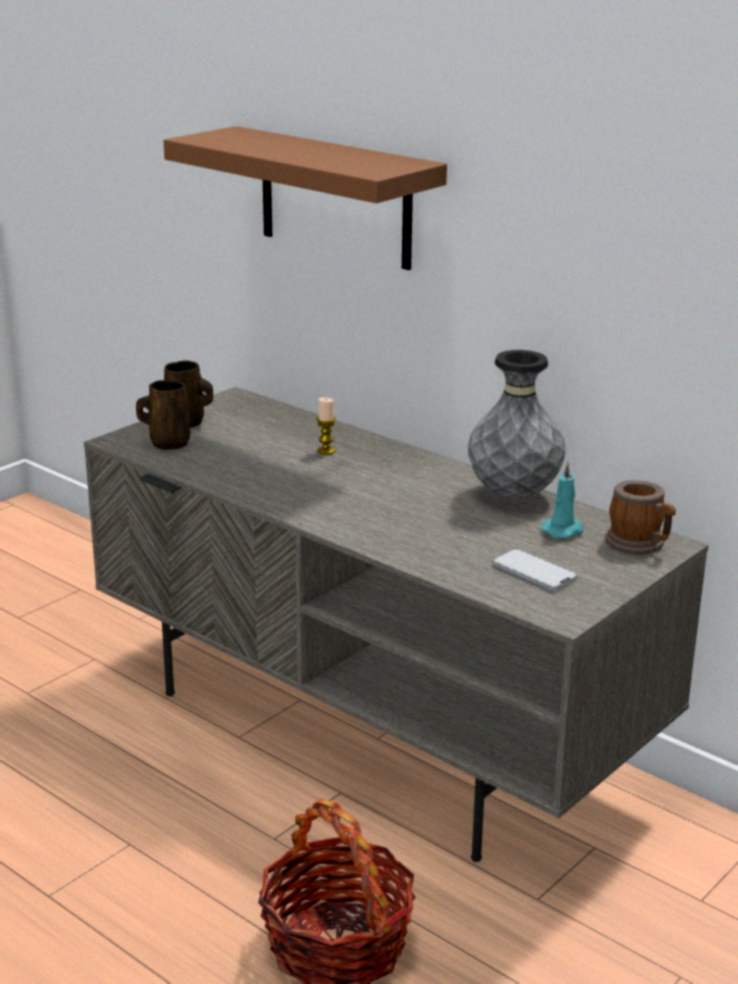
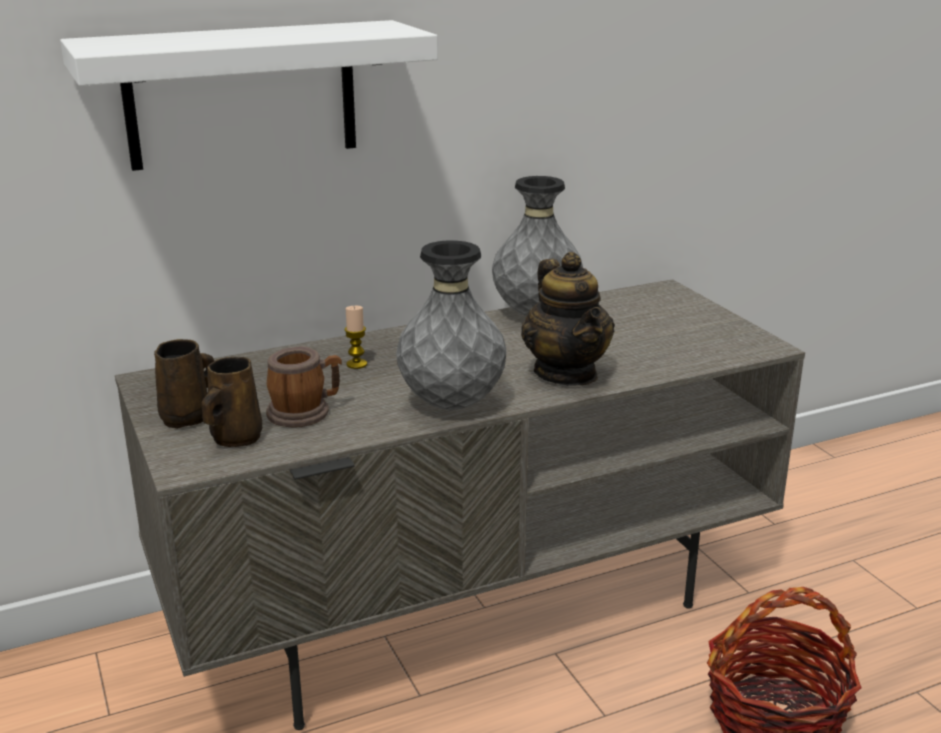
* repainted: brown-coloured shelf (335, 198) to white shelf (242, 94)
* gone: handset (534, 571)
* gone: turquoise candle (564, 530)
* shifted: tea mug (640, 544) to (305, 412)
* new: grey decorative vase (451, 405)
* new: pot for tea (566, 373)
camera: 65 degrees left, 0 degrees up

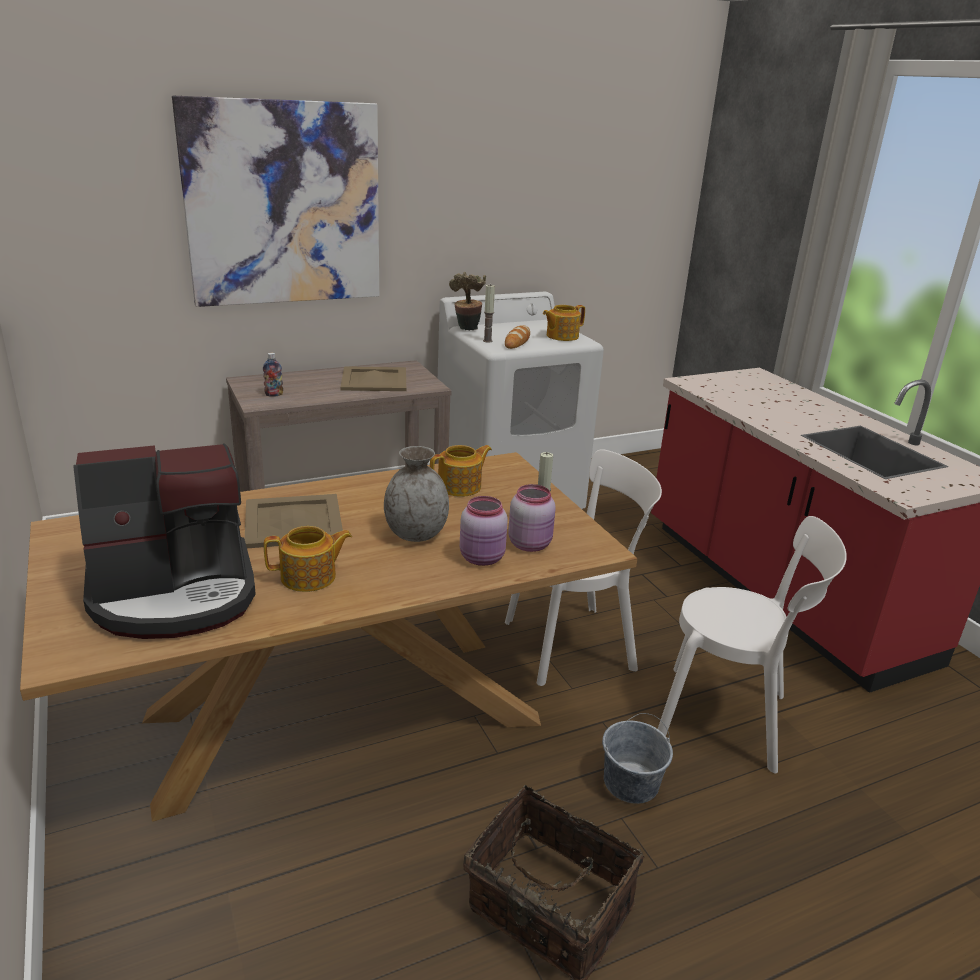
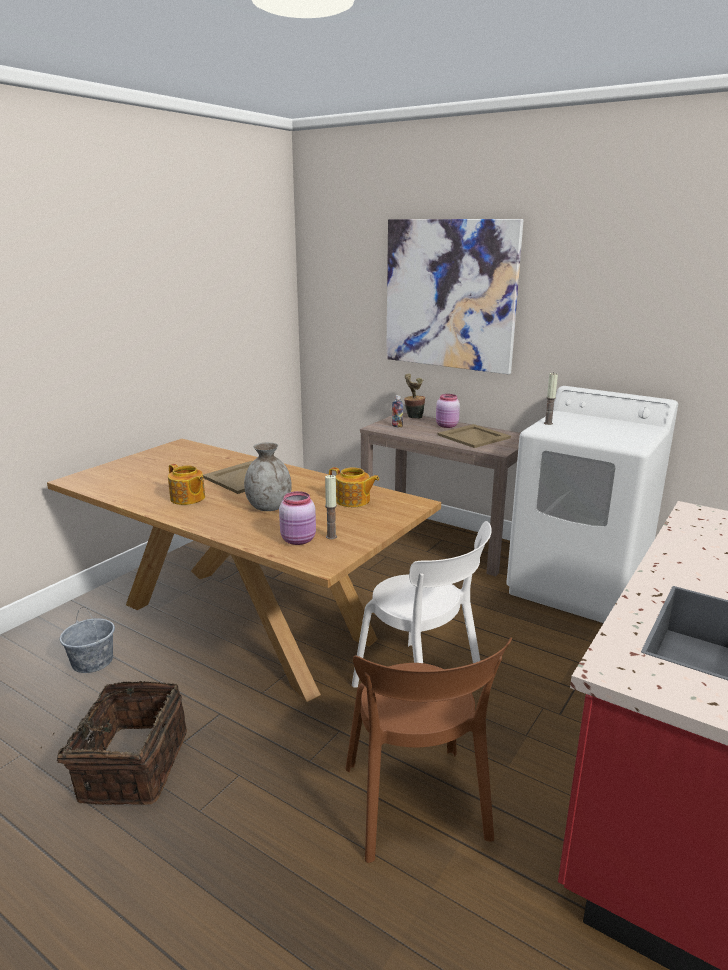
* gone: coffee maker (175, 594)
* shifted: houseplant (467, 330) to (413, 417)
* shifted: pink-coloured storage jar (483, 558) to (447, 426)
* gone: baked bread (517, 341)
* gone: pot for tea (561, 336)
* shifted: grey water bucket (630, 783) to (92, 661)
* repainted: white chair (730, 718) to brown-coloured chair (417, 808)
camera: 60 degrees right, 5 degrees down

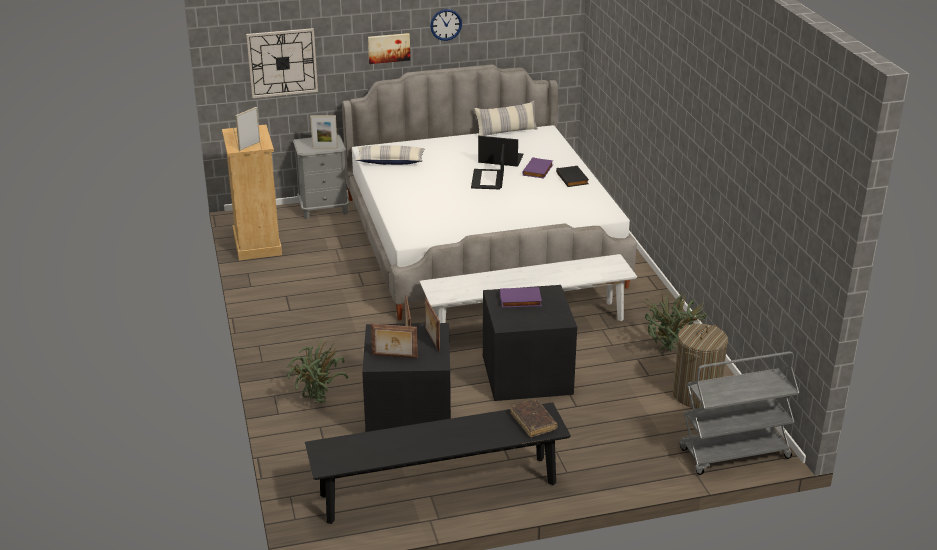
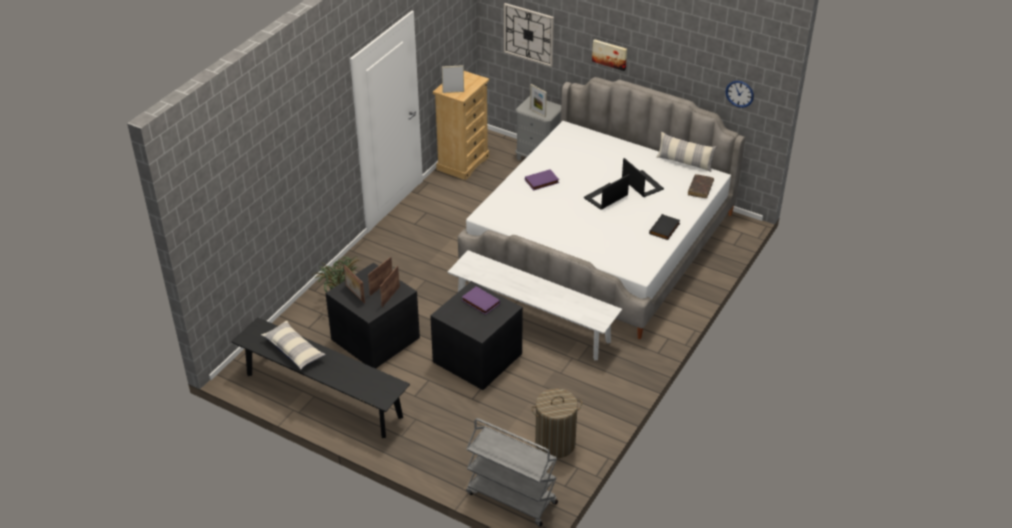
* shifted: pillow (390, 161) to (294, 350)
* shifted: hanging clock (446, 24) to (739, 93)
* shifted: brown-coloured volume (533, 422) to (700, 189)
* shifted: purple-coloured volume (538, 170) to (542, 182)
* gone: houseplant (670, 352)
camera: 45 degrees right, 10 degrees up

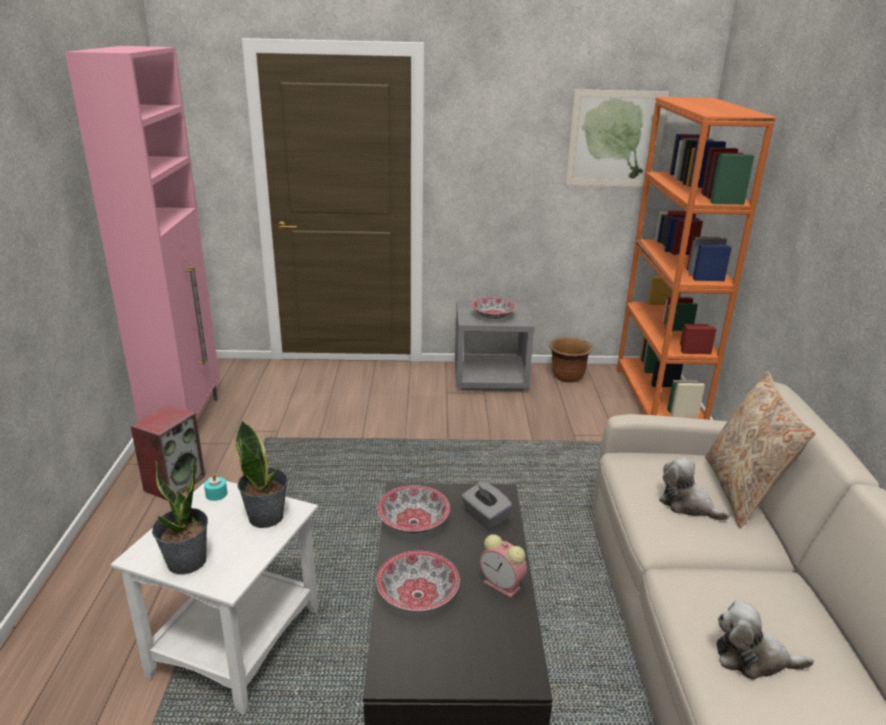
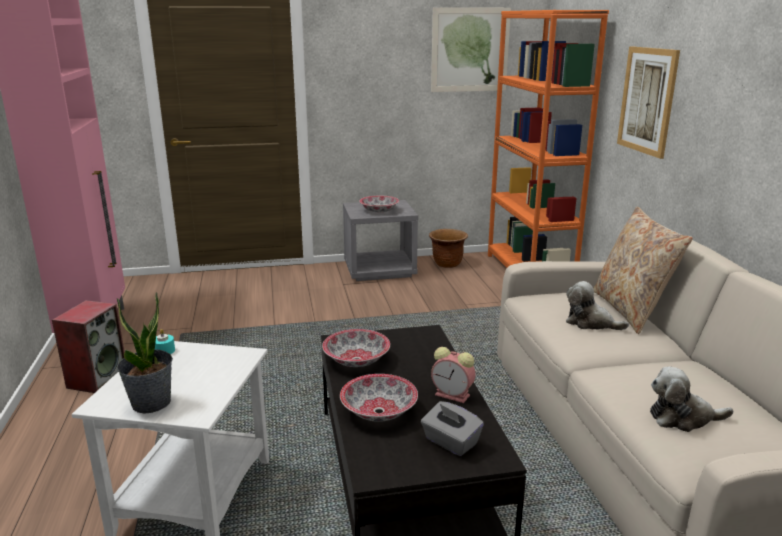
* gone: houseplant (266, 516)
* shifted: grey tissue holder (485, 516) to (450, 442)
* new: wall picture (647, 100)
camera: 10 degrees left, 5 degrees down

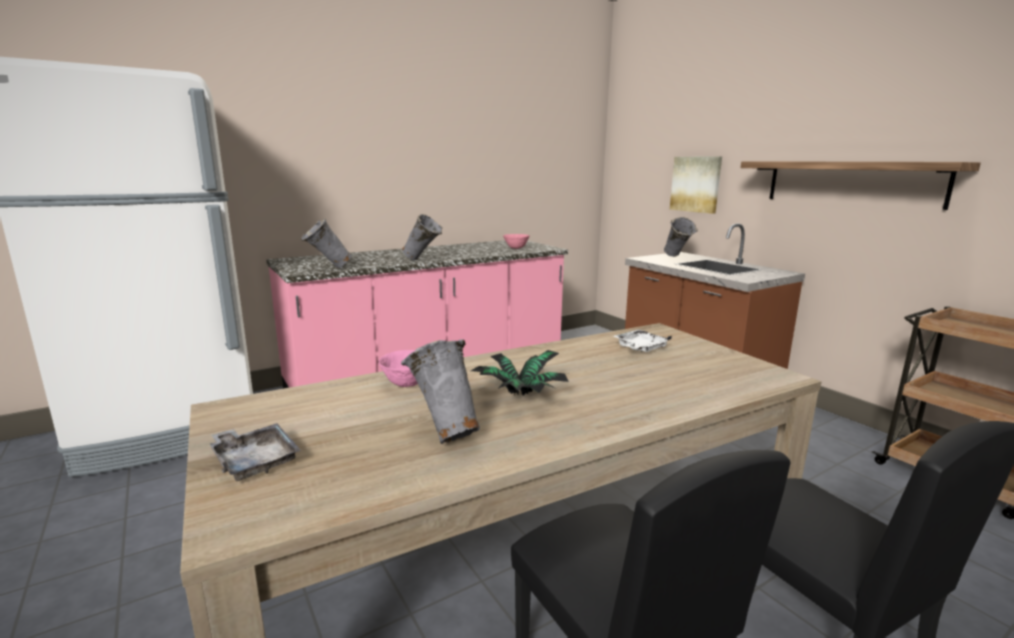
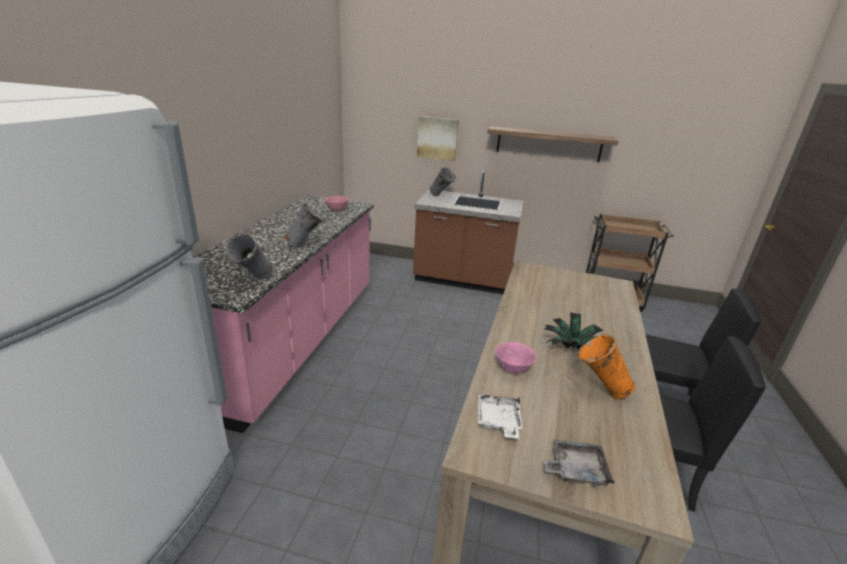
* repainted: grey decorative vase (444, 433) to orange-coloured decorative vase (598, 392)
* shifted: white serving tray (640, 348) to (498, 421)
camera: 45 degrees left, 10 degrees up

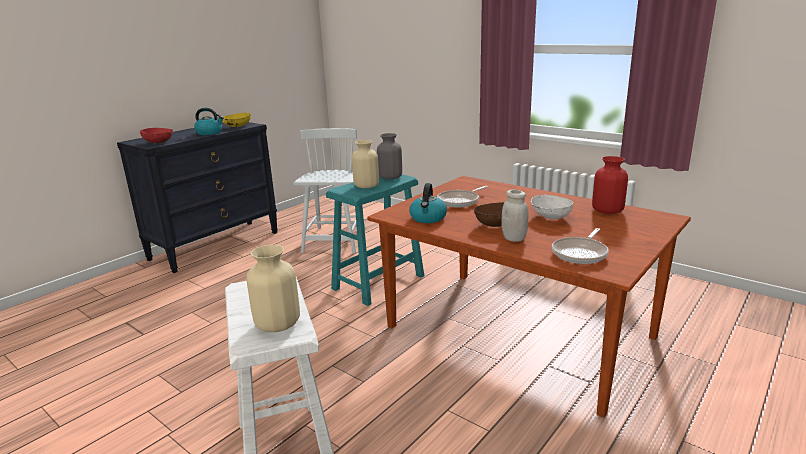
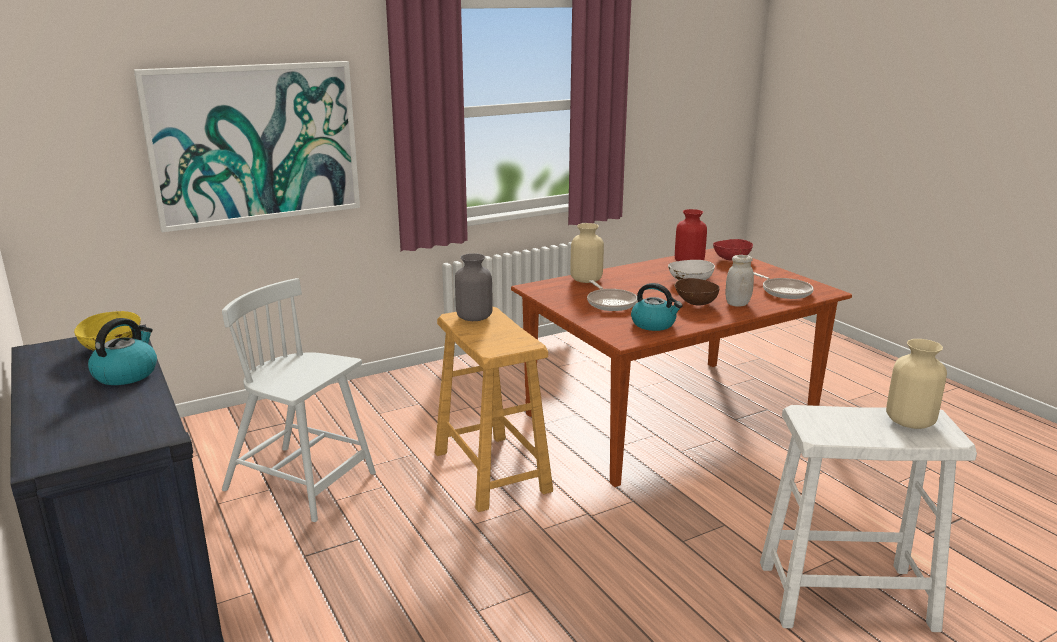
* shifted: red deep dish (159, 142) to (731, 259)
* repainted: turquoise stool (379, 282) to beige-coloured stool (491, 471)
* shifted: beige-coloured decorative vase (366, 186) to (586, 280)
* new: wall picture (255, 143)
camera: 70 degrees left, 0 degrees up

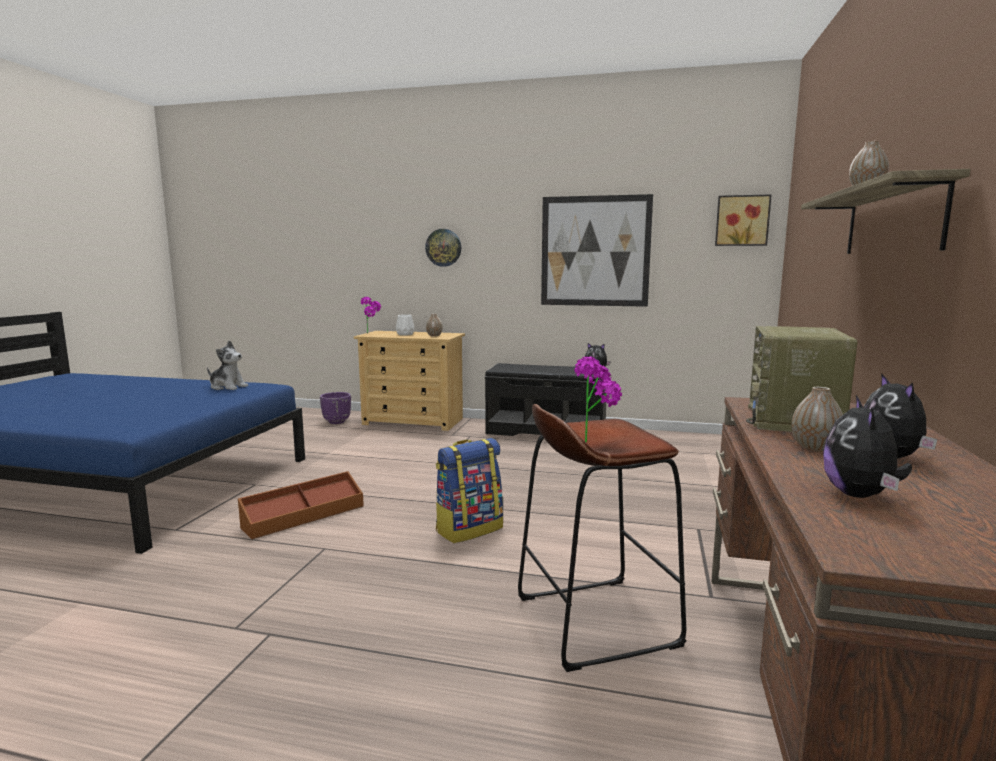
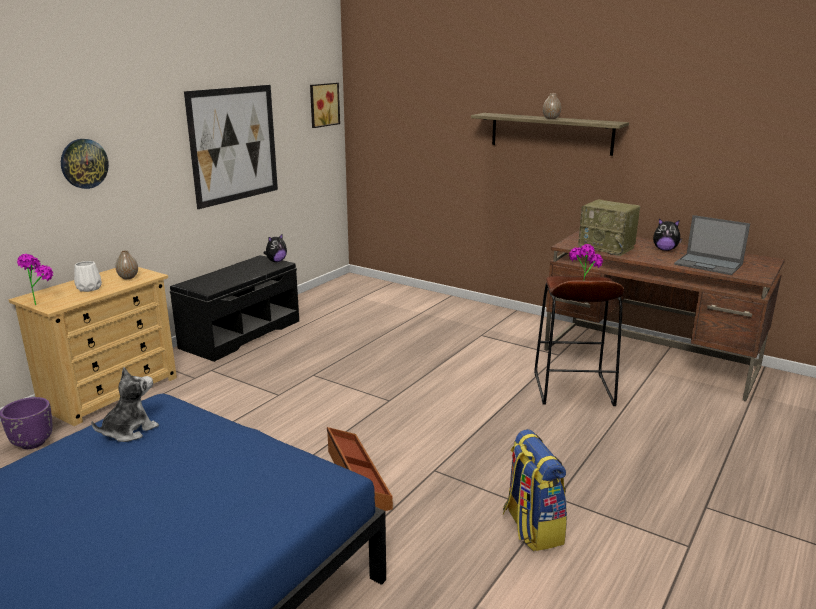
* shifted: knapsack (469, 529) to (531, 528)
* gone: decorative vase (814, 448)
* swapped: soft toy (860, 495) to laptop (709, 264)
camera: 70 degrees left, 10 degrees up

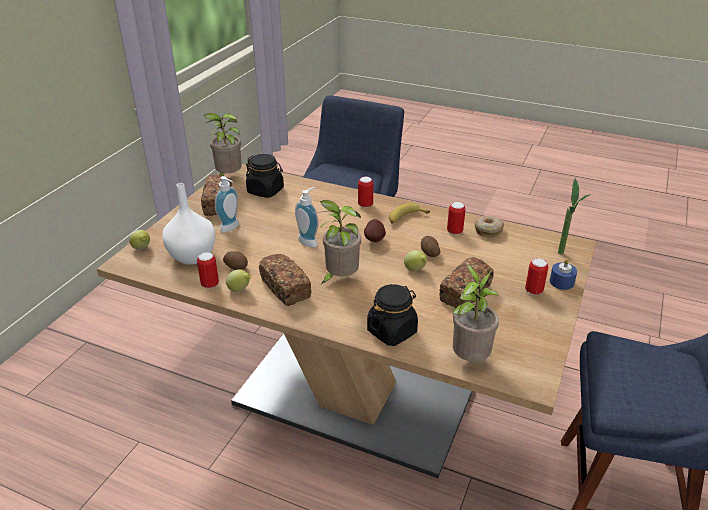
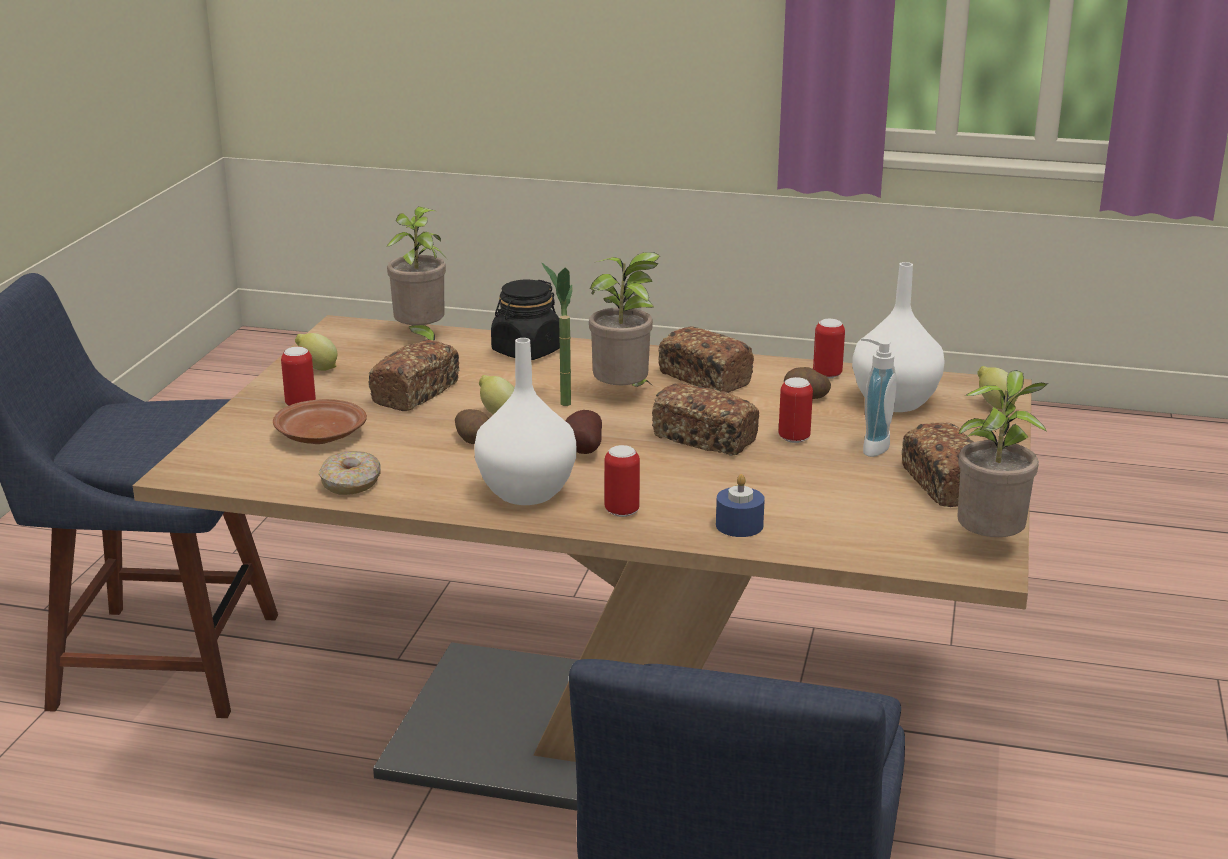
* shifted: lemon (240, 290) to (317, 369)
* gone: black storage jar (265, 191)
* swapped: liquid soap bottle (309, 241) to baked bread (705, 439)
* swapped: banana fruit (405, 218) to white decorative vase (526, 492)
* shifted: sealed can (454, 231) to (794, 438)
* shifted: blue candle (561, 282) to (739, 525)
* shifted: houseplant (564, 256) to (561, 399)
* new: brown-coloured dinner plate (319, 436)
camera: 170 degrees right, 10 degrees down

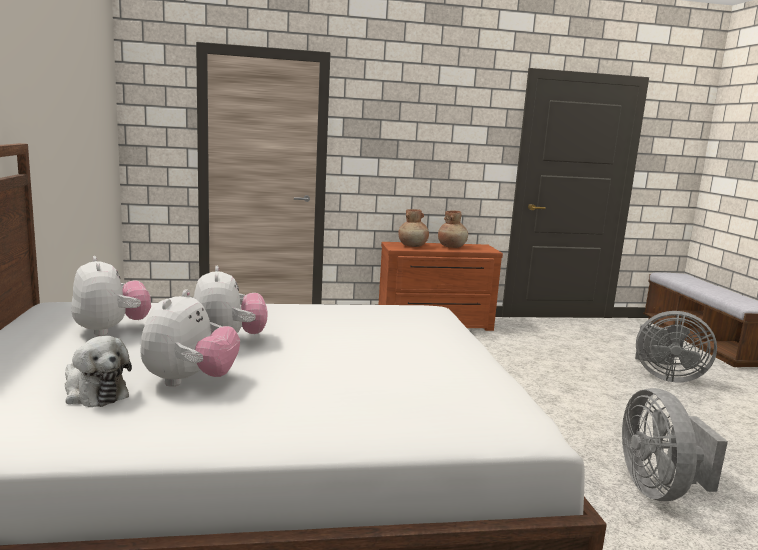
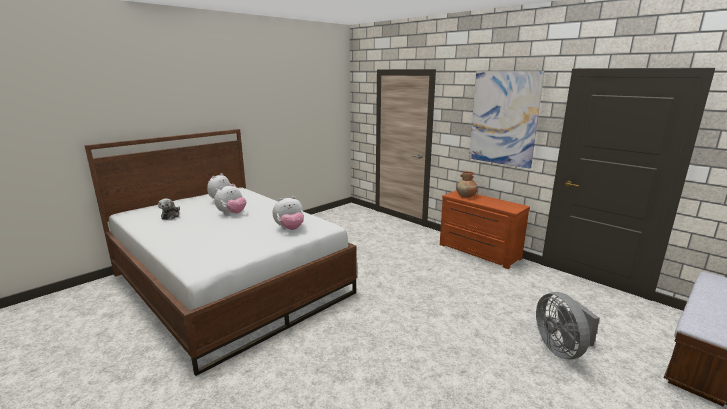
* shifted: soft toy (190, 381) to (290, 229)
* gone: brown-coloured decorative vase (452, 247)
* gone: grey cooling fan (659, 489)
* new: wall picture (504, 118)
camera: 55 degrees right, 5 degrees up

